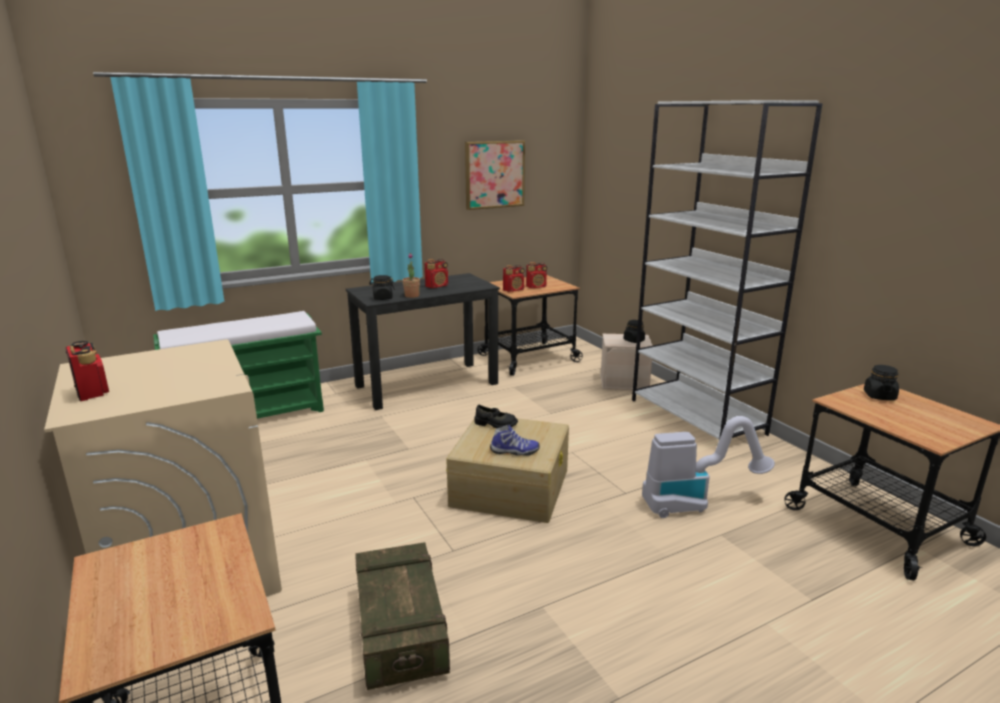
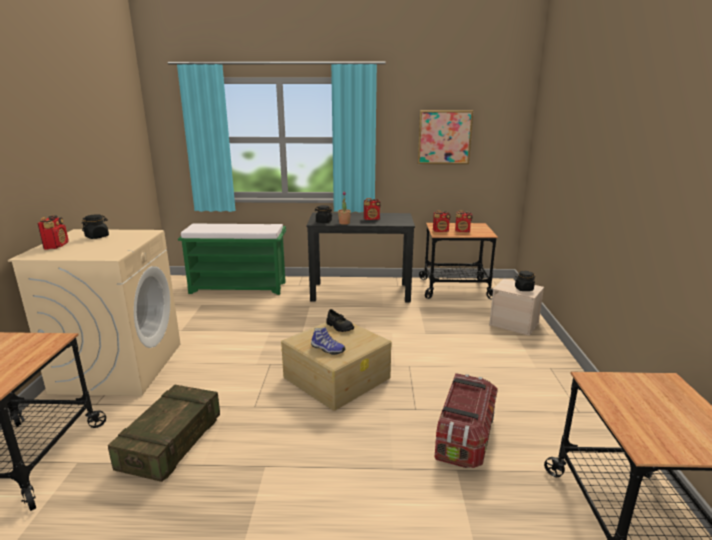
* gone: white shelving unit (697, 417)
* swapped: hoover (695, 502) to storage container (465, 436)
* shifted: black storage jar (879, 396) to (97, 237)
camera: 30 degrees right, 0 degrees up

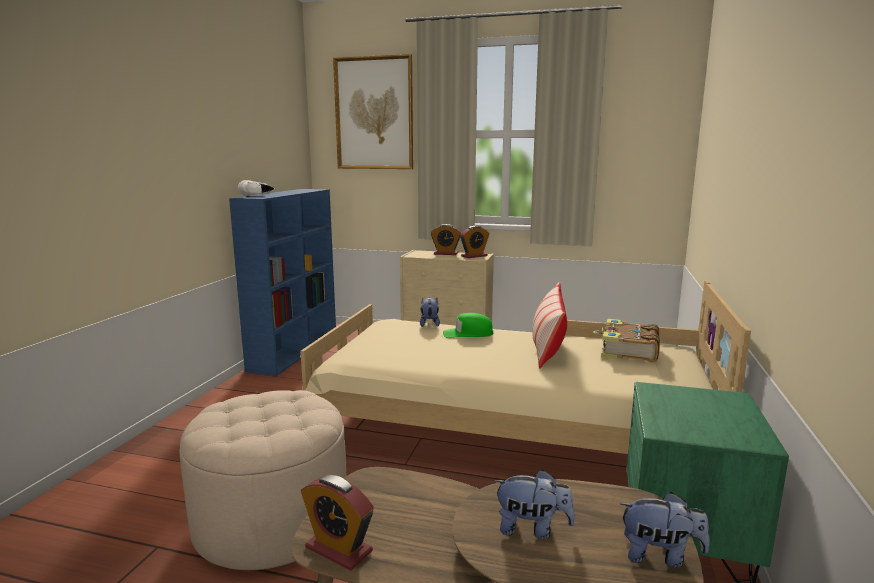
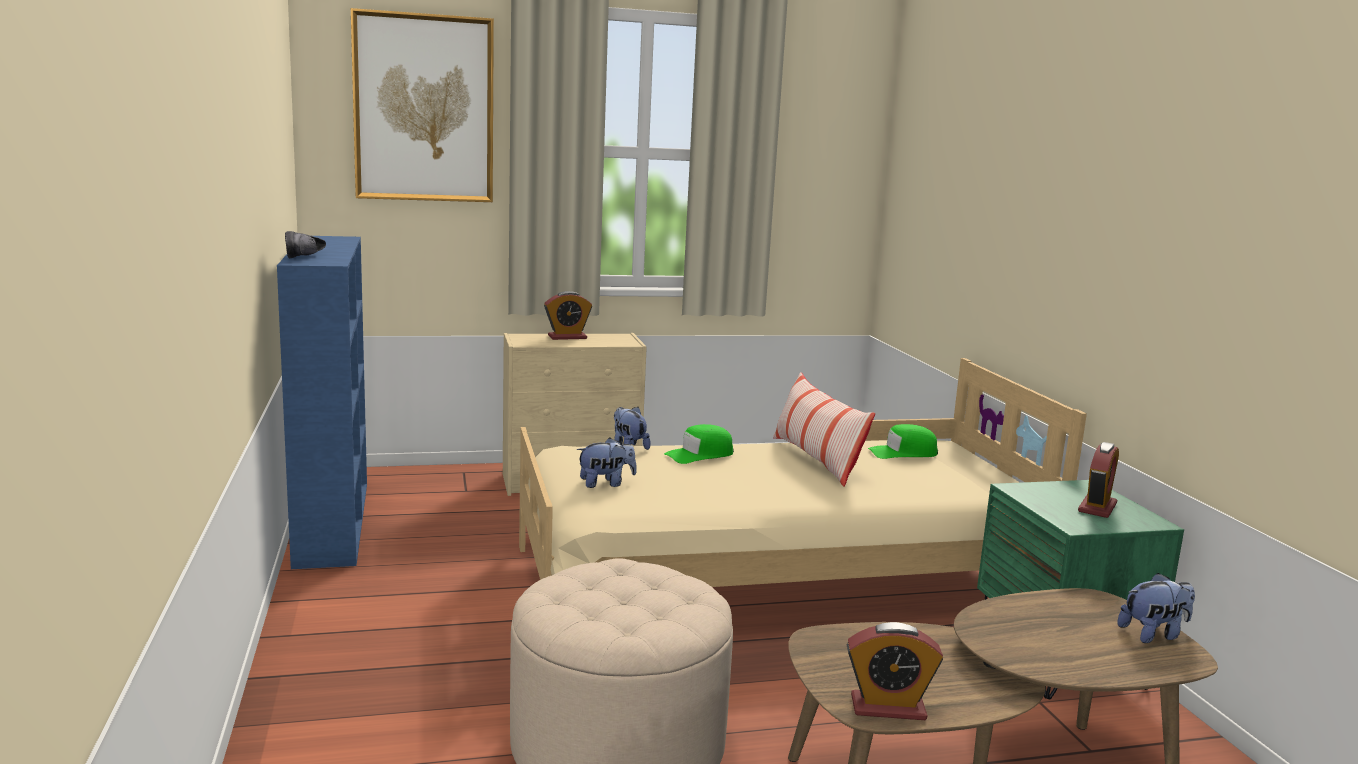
* repainted: white item of footwear (257, 195) to black item of footwear (306, 257)
* shifted: bedside clock (474, 256) to (1097, 507)
* shifted: soft toy (532, 529) to (606, 483)
* swapped: volume (627, 351) to green-coloured cap (903, 453)
camera: 30 degrees left, 0 degrees up

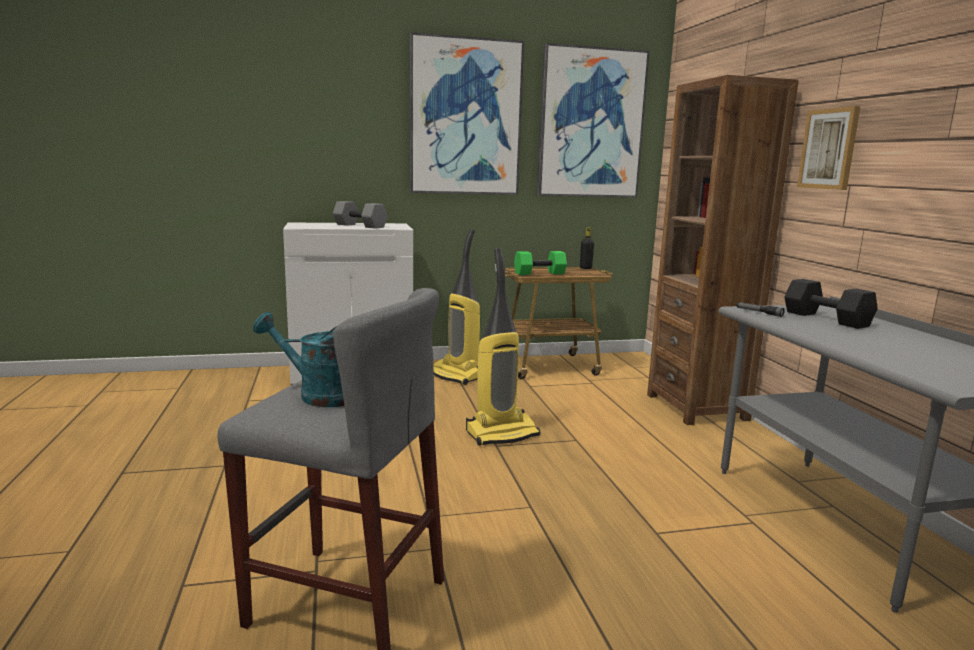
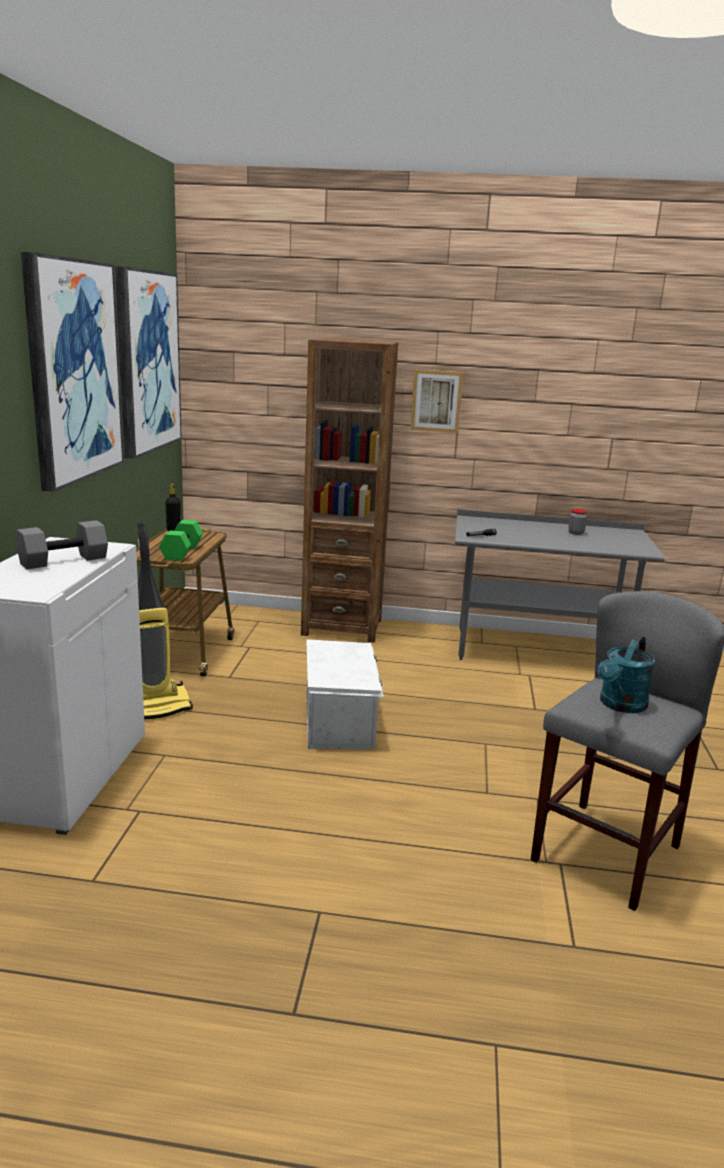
* swapped: hoover (502, 433) to white storage container (340, 721)
* gone: black hand weight (825, 319)
* new: storage jar (576, 533)
camera: 70 degrees left, 5 degrees up

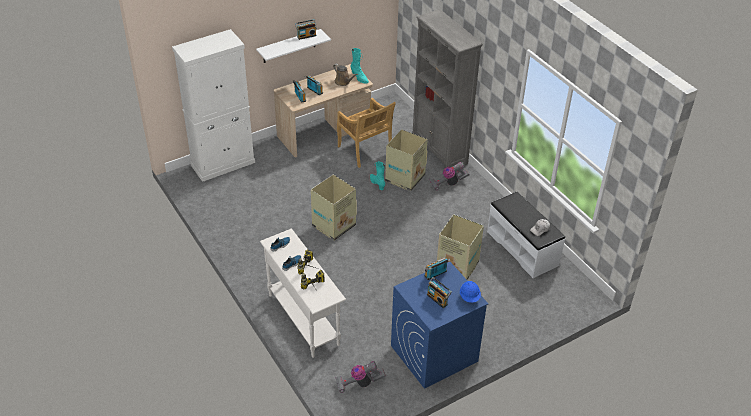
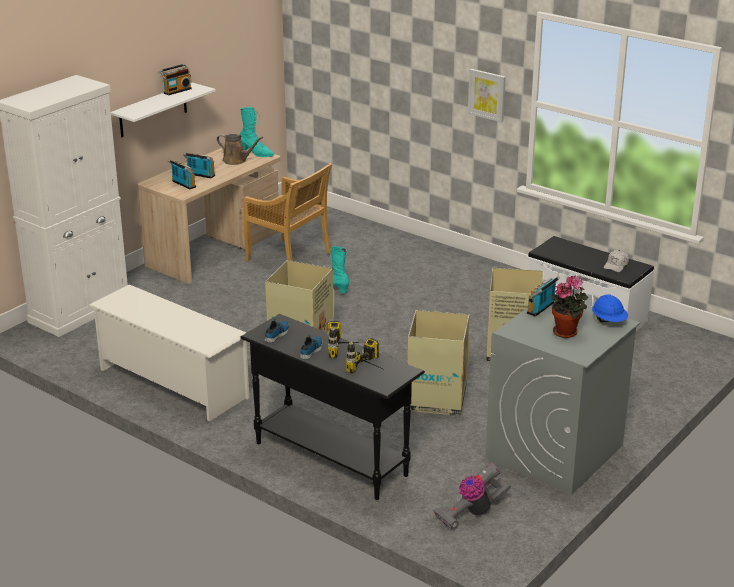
* repainted: white console table (303, 319) to black console table (330, 458)
* shifted: carton (404, 178) to (436, 399)
* repainted: blue laundry appliance (433, 354) to grey laundry appliance (554, 452)
* gone: grey shelving unit (439, 150)
* swapped: radio (438, 299) to houseplant (567, 332)
* gone: hoover (448, 183)
* new: white shoe rack (172, 383)
* new: wall picture (487, 94)
camera: 20 degrees left, 15 degrees down

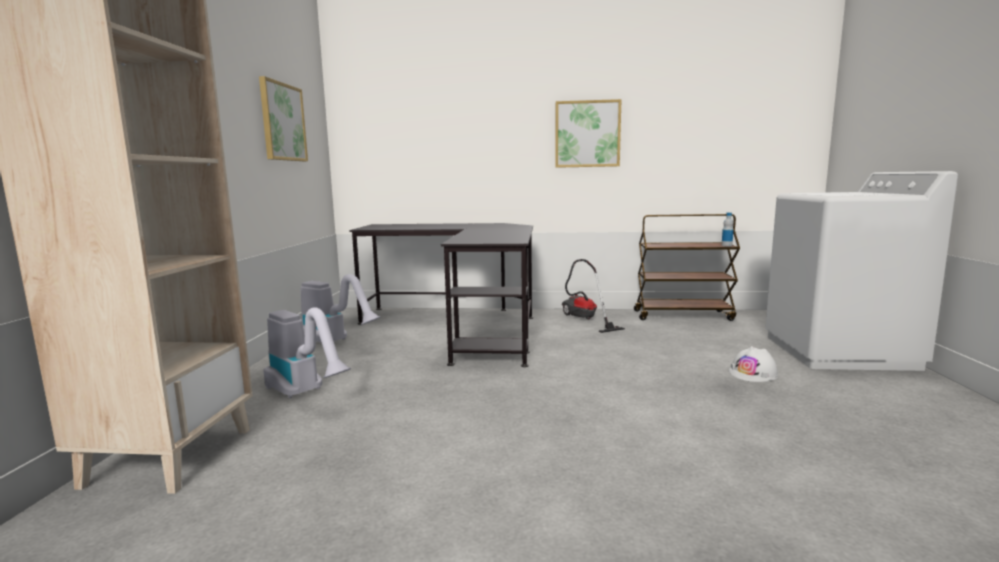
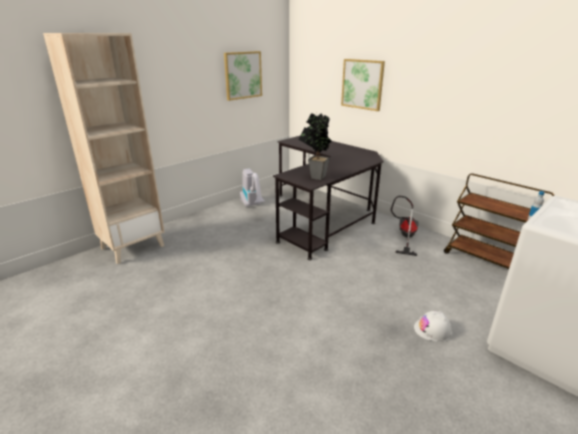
* gone: hoover (305, 393)
* shifted: wall picture (587, 134) to (362, 84)
* new: houseplant (316, 177)
camera: 40 degrees right, 15 degrees up

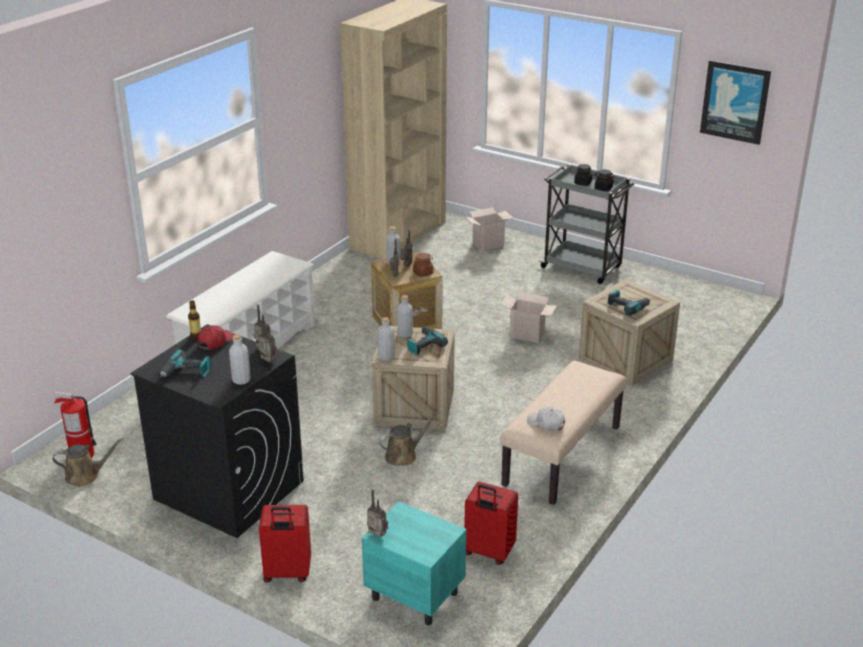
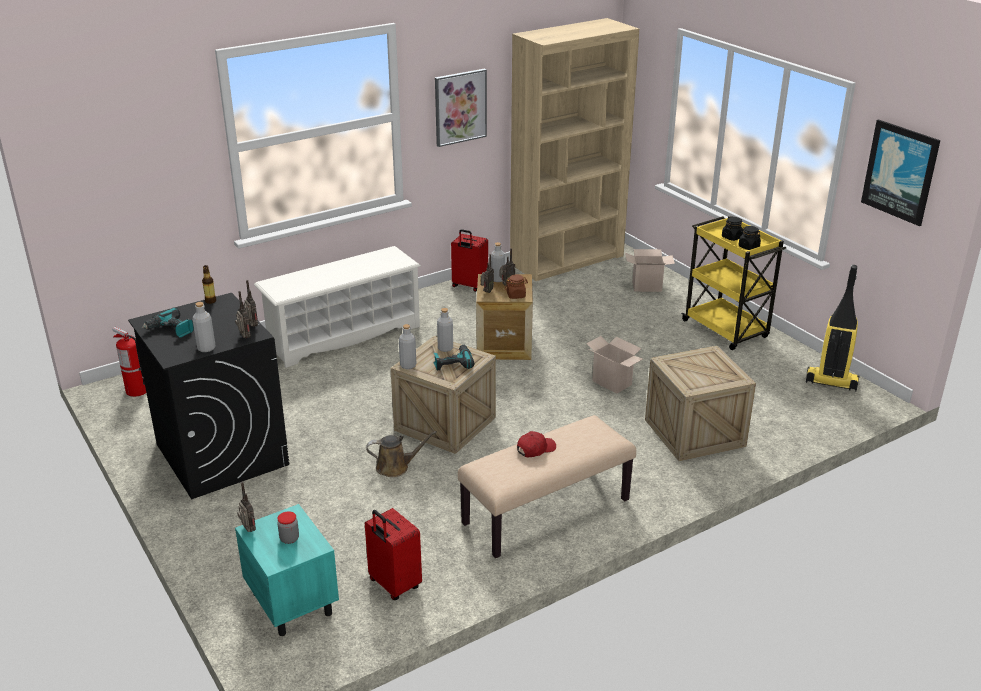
* gone: brown-coloured watering can (86, 476)
* shifted: red cap (215, 342) to (535, 449)
* shifted: red travel case (287, 573) to (469, 286)
* gone: white cap (546, 424)
* repainted: grey trolley (582, 268) to yellow-coloured trolley (726, 330)
* gone: power drill (627, 306)
* new: storage jar (289, 539)
* new: wall picture (460, 107)
* new: hoover (830, 382)
camera: 25 degrees right, 0 degrees up

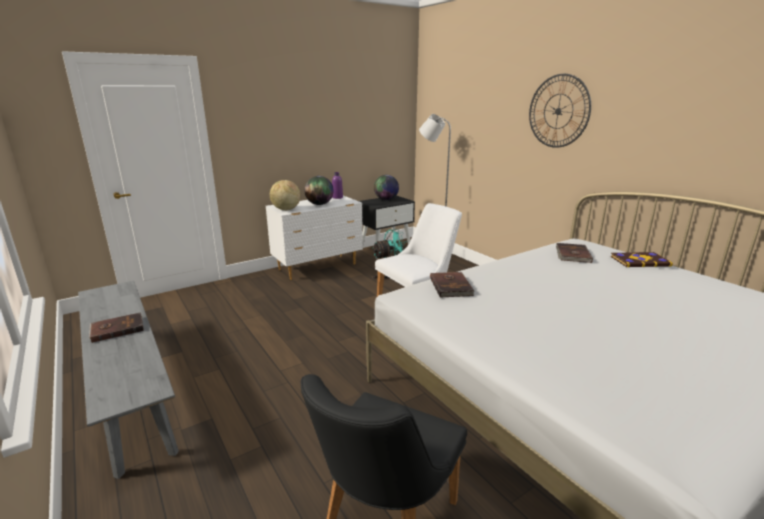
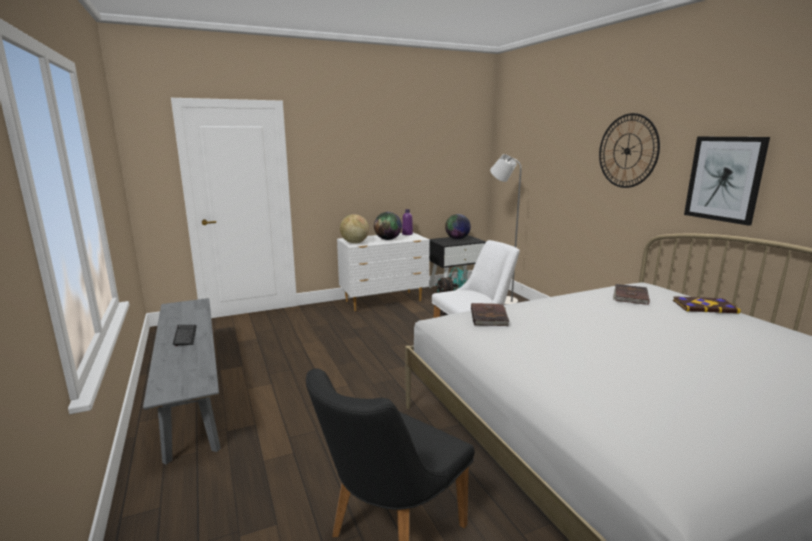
* swapped: brown-coloured volume (117, 329) to keyboard (185, 336)
* new: wall picture (724, 179)
camera: 10 degrees right, 5 degrees down

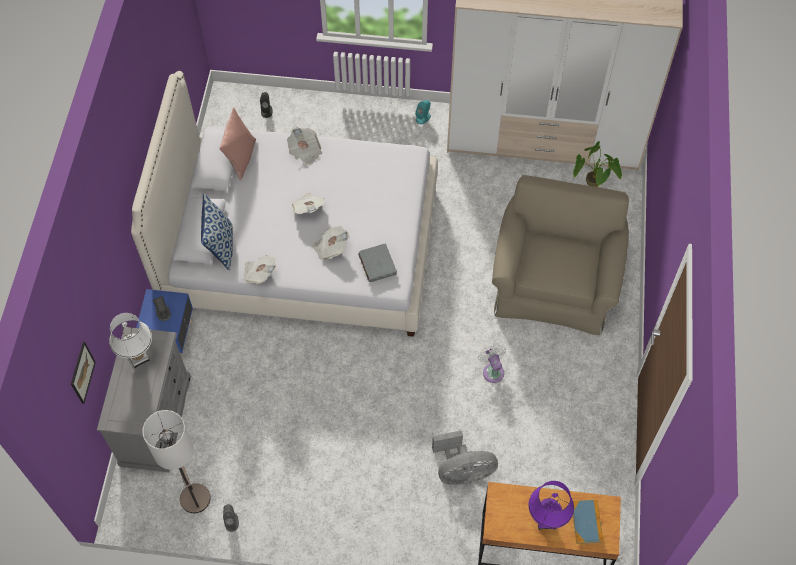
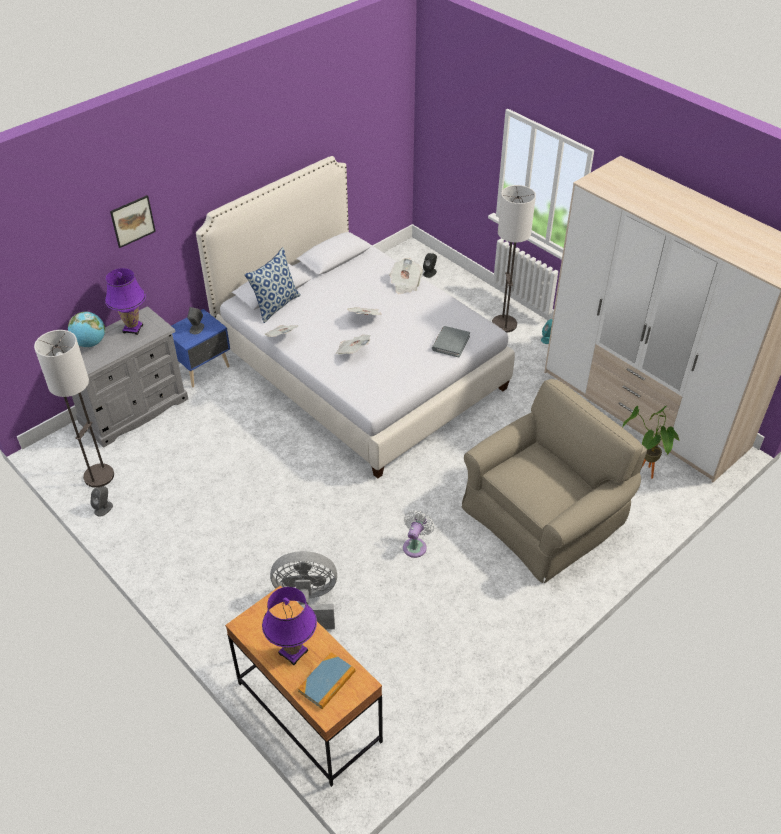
* shifted: wall picture (82, 372) to (132, 221)
* repainted: white lamp for a table (139, 357) to purple-coloured lamp for a table (133, 329)
* gone: pink-coloured pillow (240, 158)
* shifted: grey volume (377, 264) to (450, 343)
* rotated: grey cooling fan (462, 471) = (308, 601) 150 degrees clockwise
* new: world globe (90, 343)
* new: floor lamp (504, 324)
camera: 40 degrees right, 15 degrees down

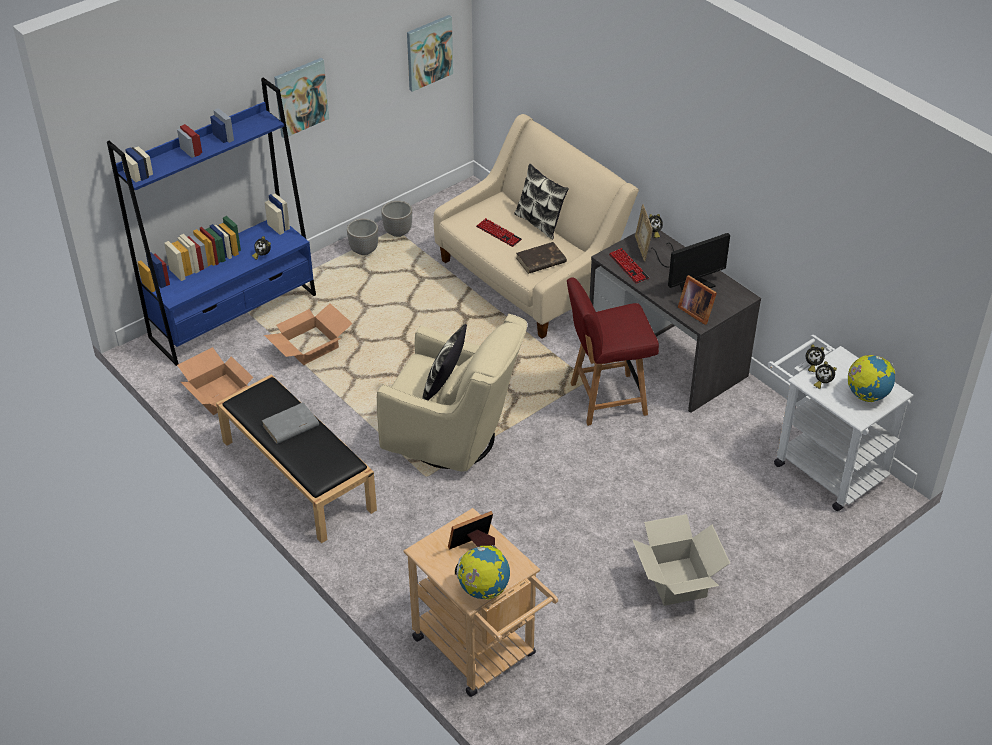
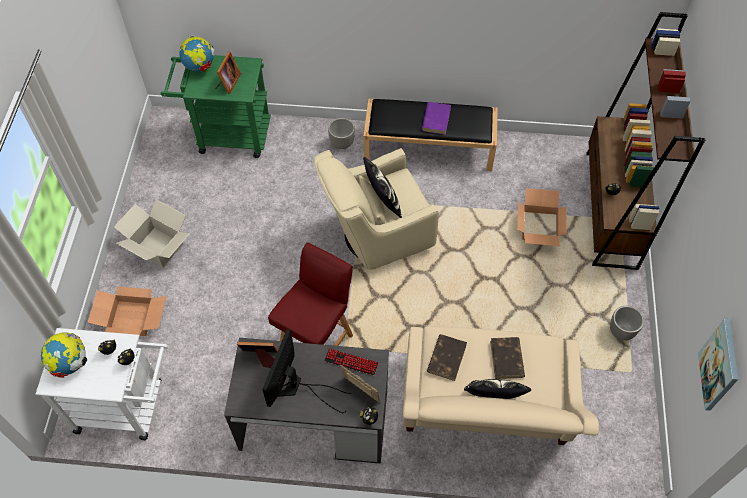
* repainted: blue shelving unit (234, 316) to brown-coloured shelving unit (611, 209)
* shifted: carton (220, 394) to (131, 319)
* repainted: grey volume (290, 426) to purple-coloured volume (436, 119)
* gone: wall picture (300, 97)
* shifted: flower pot (397, 232) to (342, 143)
* repainted: beige-coloured trolley (481, 652) to green-coloured trolley (227, 135)
* swapped: keyboard (498, 233) to brown-coloured volume (507, 359)
camera: 135 degrees right, 15 degrees up

